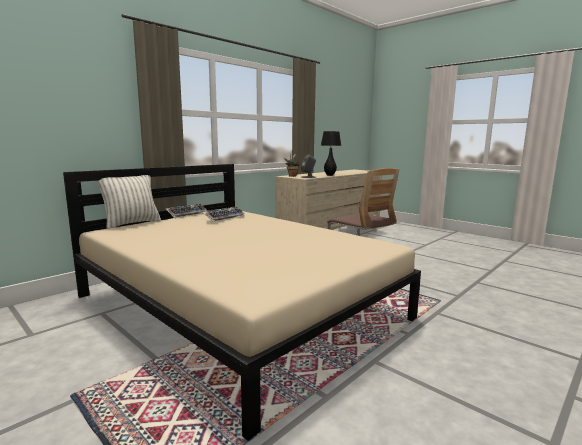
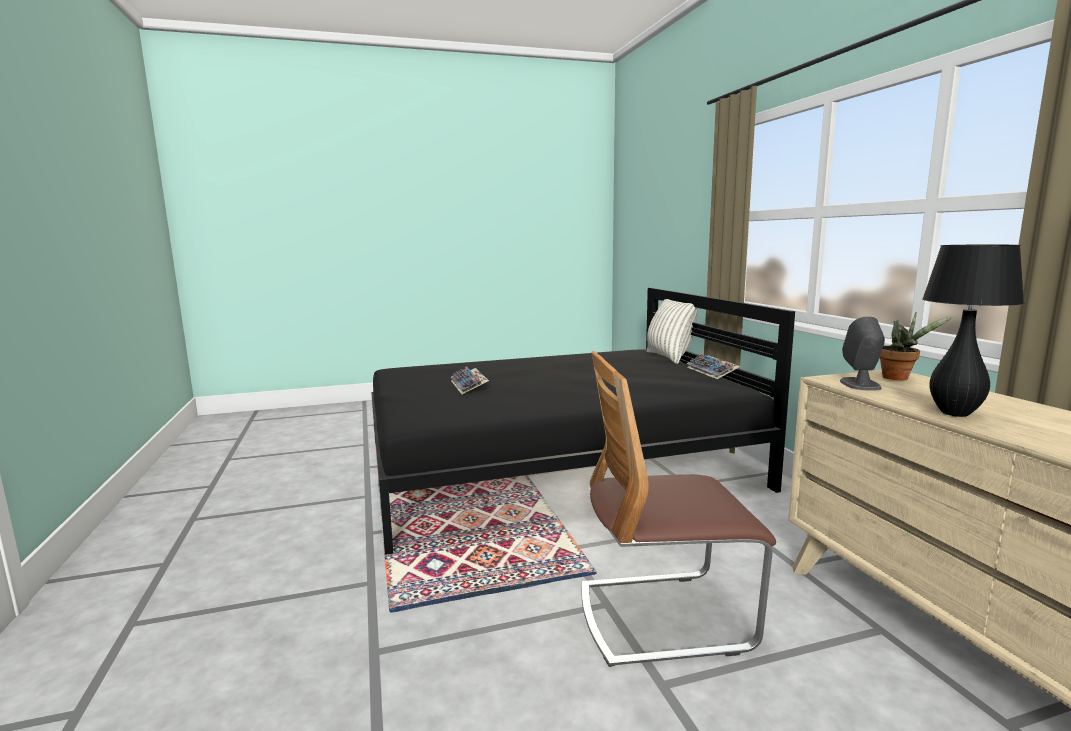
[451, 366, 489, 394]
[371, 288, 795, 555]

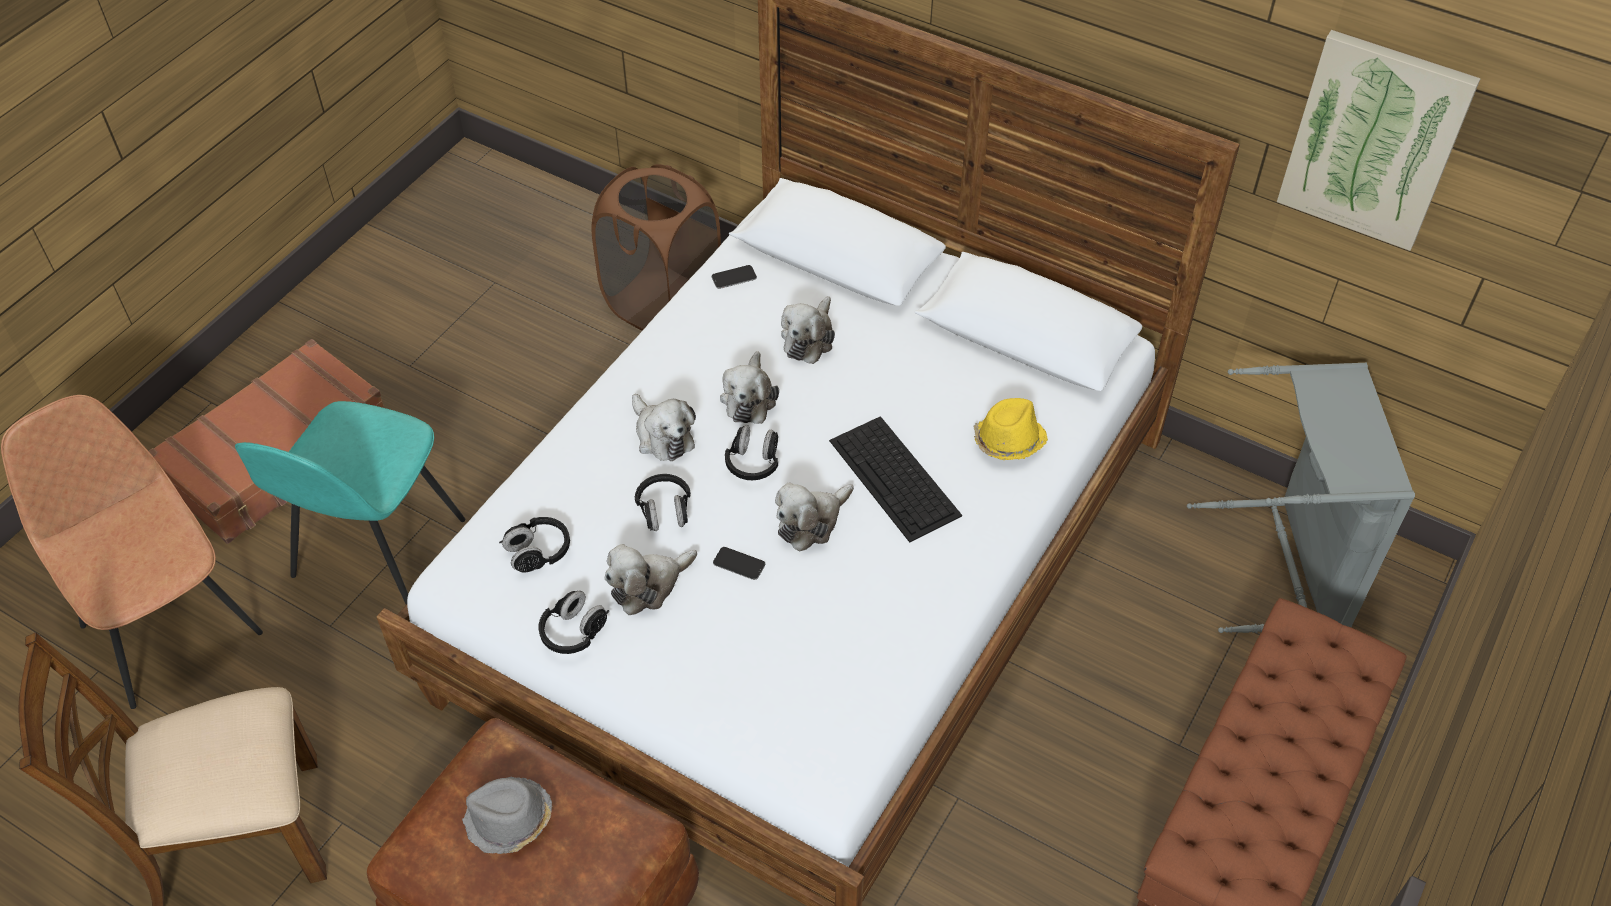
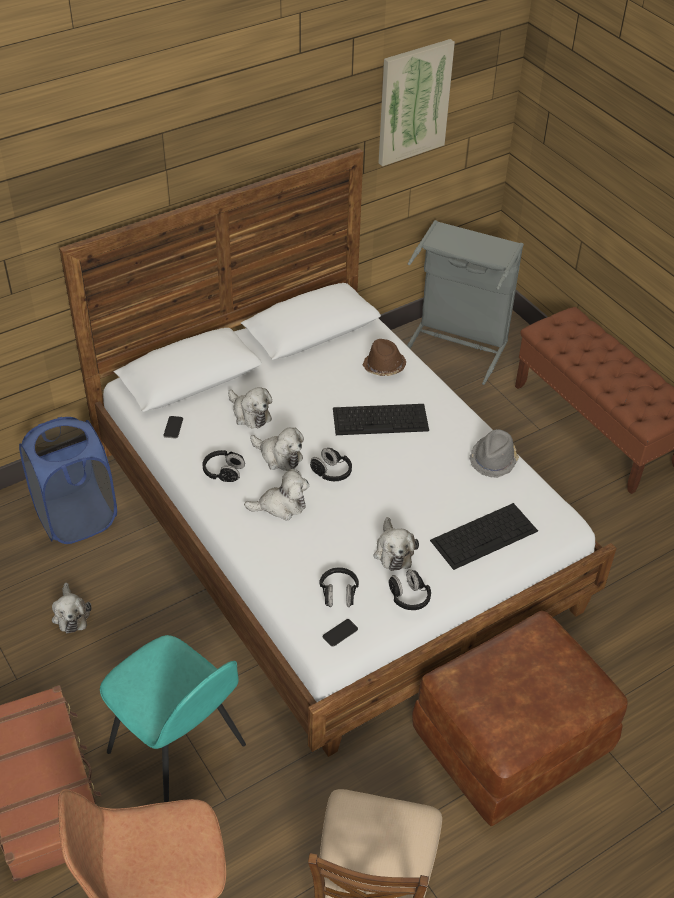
[430, 503, 538, 570]
[469, 429, 519, 478]
[202, 450, 245, 482]
[323, 619, 358, 647]
[52, 583, 91, 633]
[19, 417, 117, 544]
[362, 339, 406, 376]

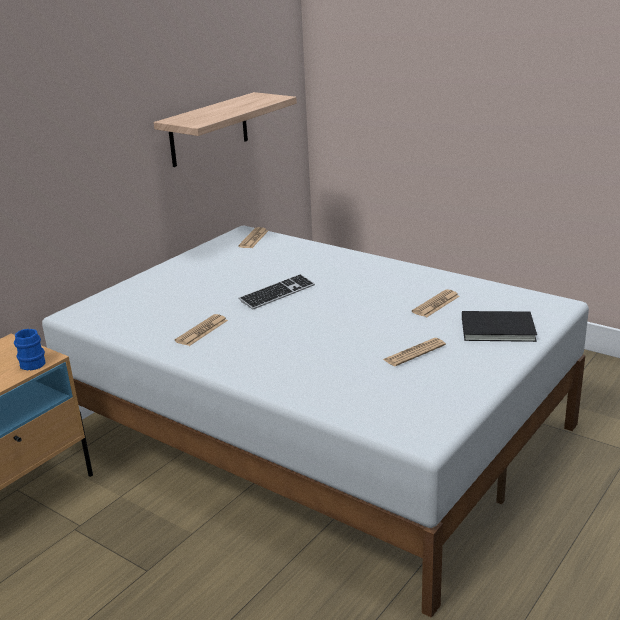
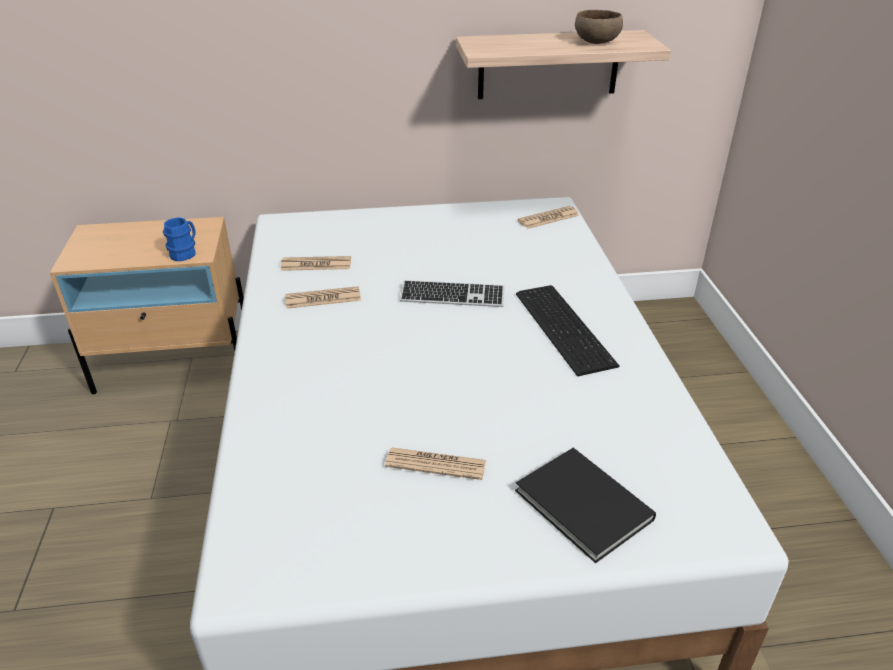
[516, 285, 620, 377]
[575, 10, 623, 44]
[281, 256, 351, 271]

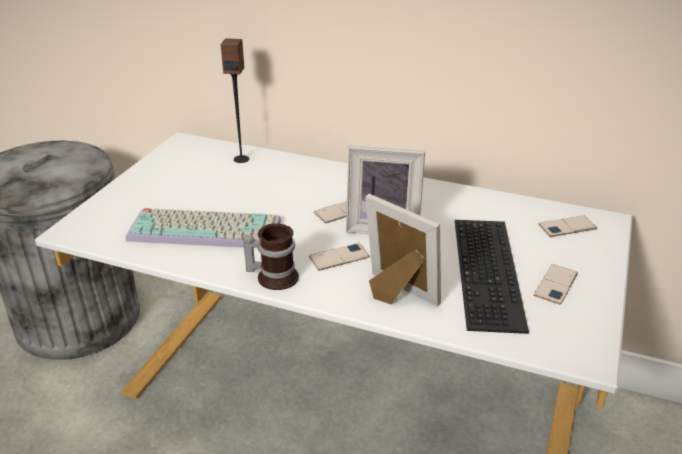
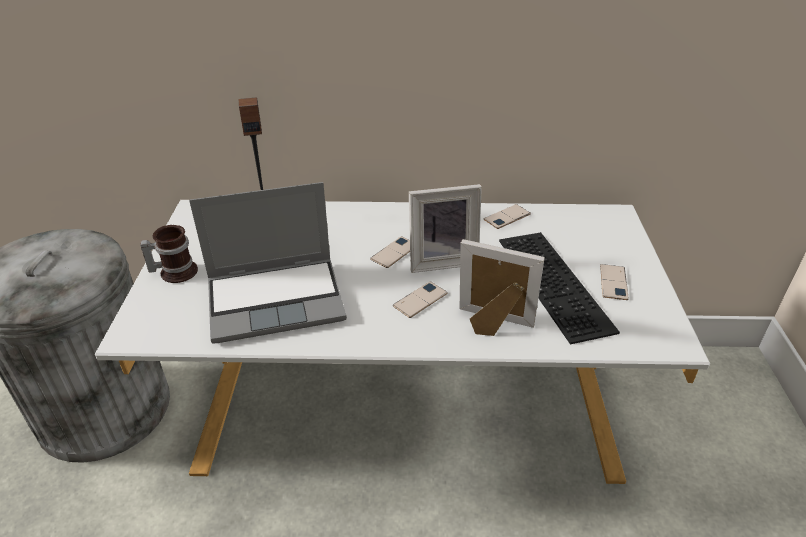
[140, 225, 198, 283]
[484, 204, 531, 229]
[189, 182, 347, 343]

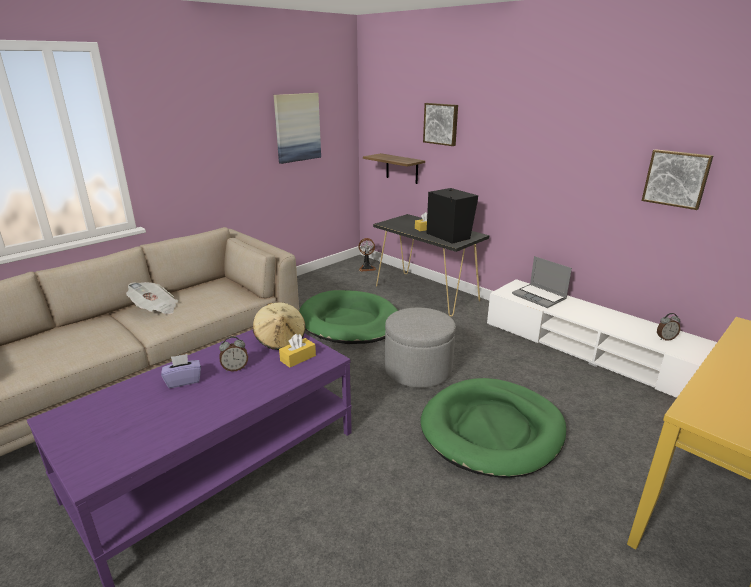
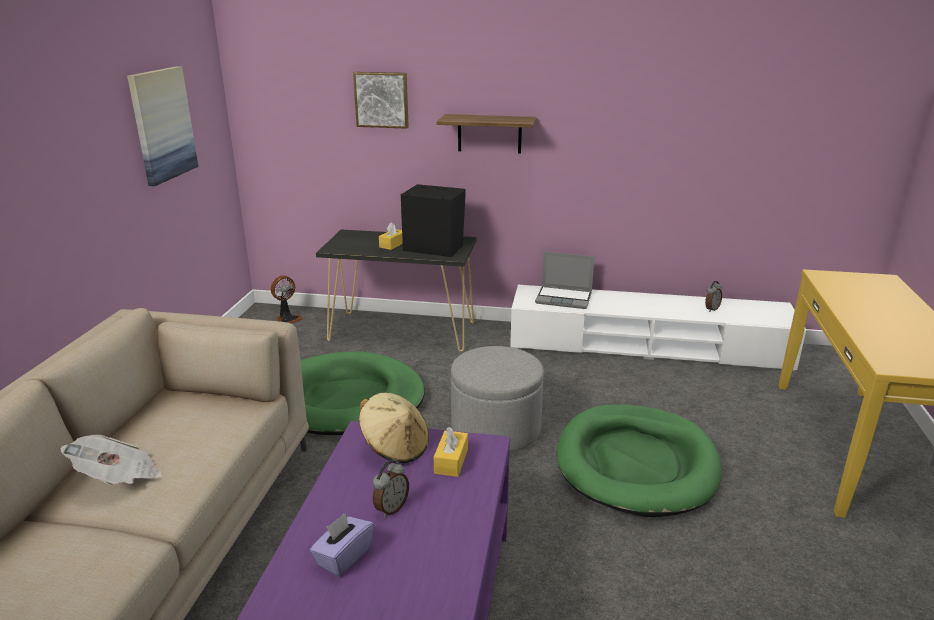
[642, 149, 713, 210] (first image)
[437, 114, 536, 154]

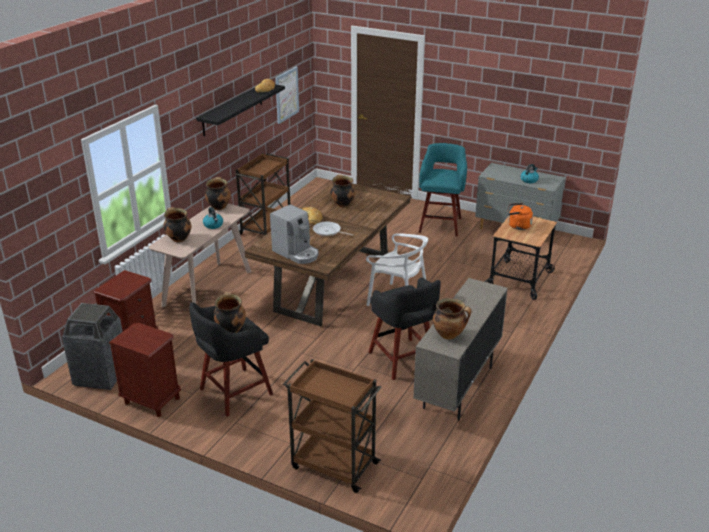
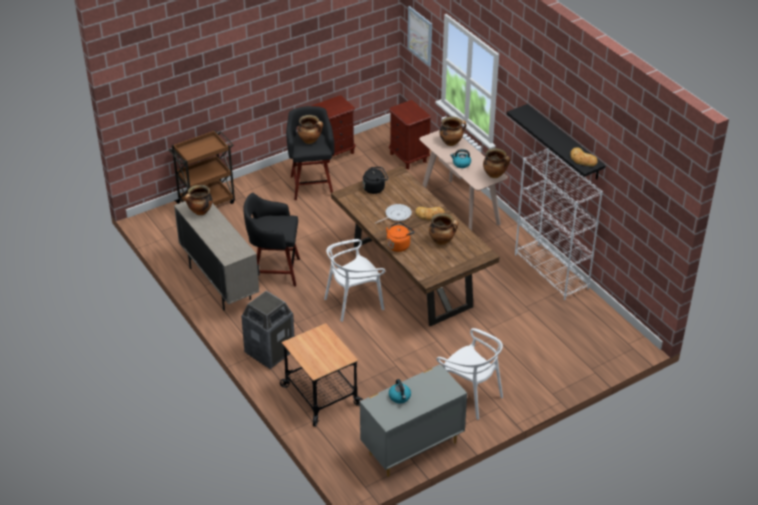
[241, 291, 294, 369]
[407, 6, 432, 67]
[386, 222, 415, 252]
[515, 148, 603, 300]
[363, 167, 388, 194]
[436, 328, 503, 420]

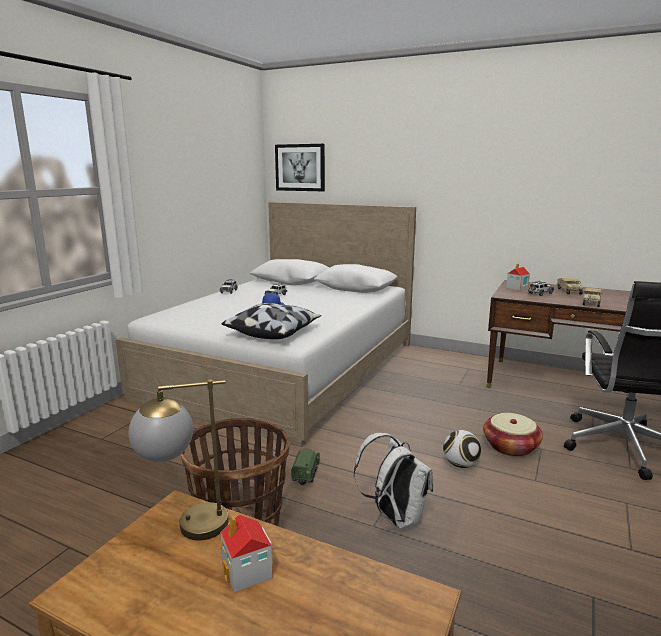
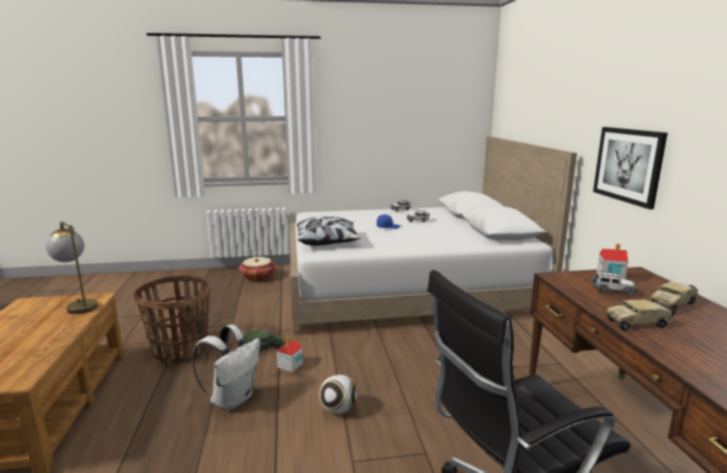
[277, 337, 303, 372]
[593, 127, 668, 209]
[239, 257, 275, 281]

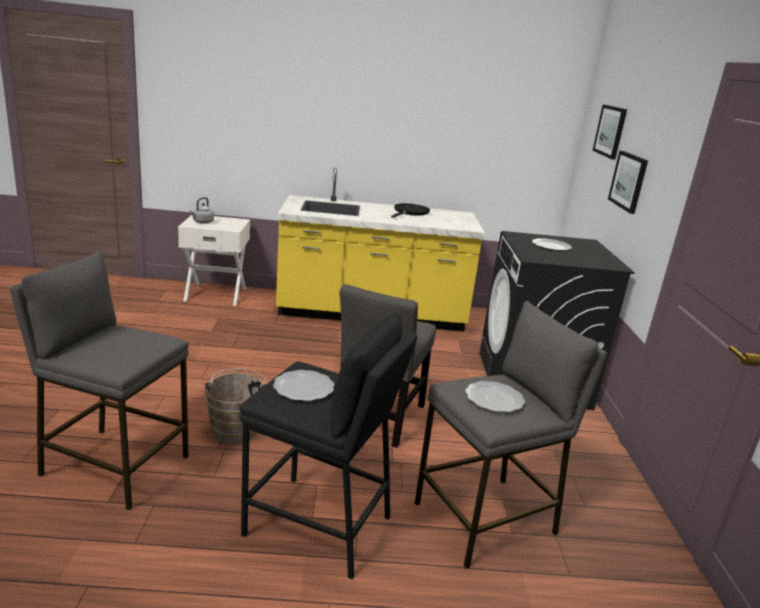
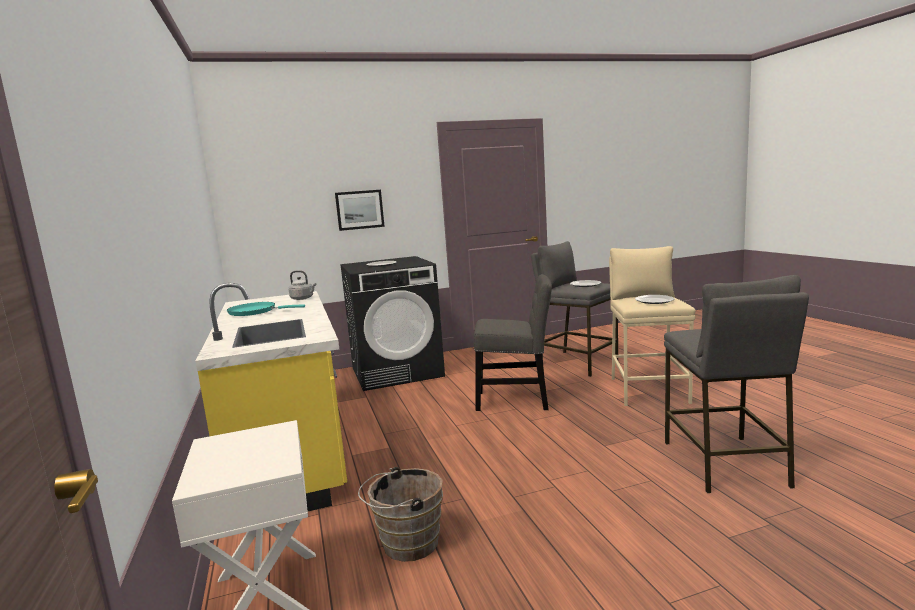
[592, 105, 627, 160] (first image)
[289, 270, 316, 300]
[358, 467, 443, 562]
[609, 246, 696, 406]
[227, 302, 305, 316]

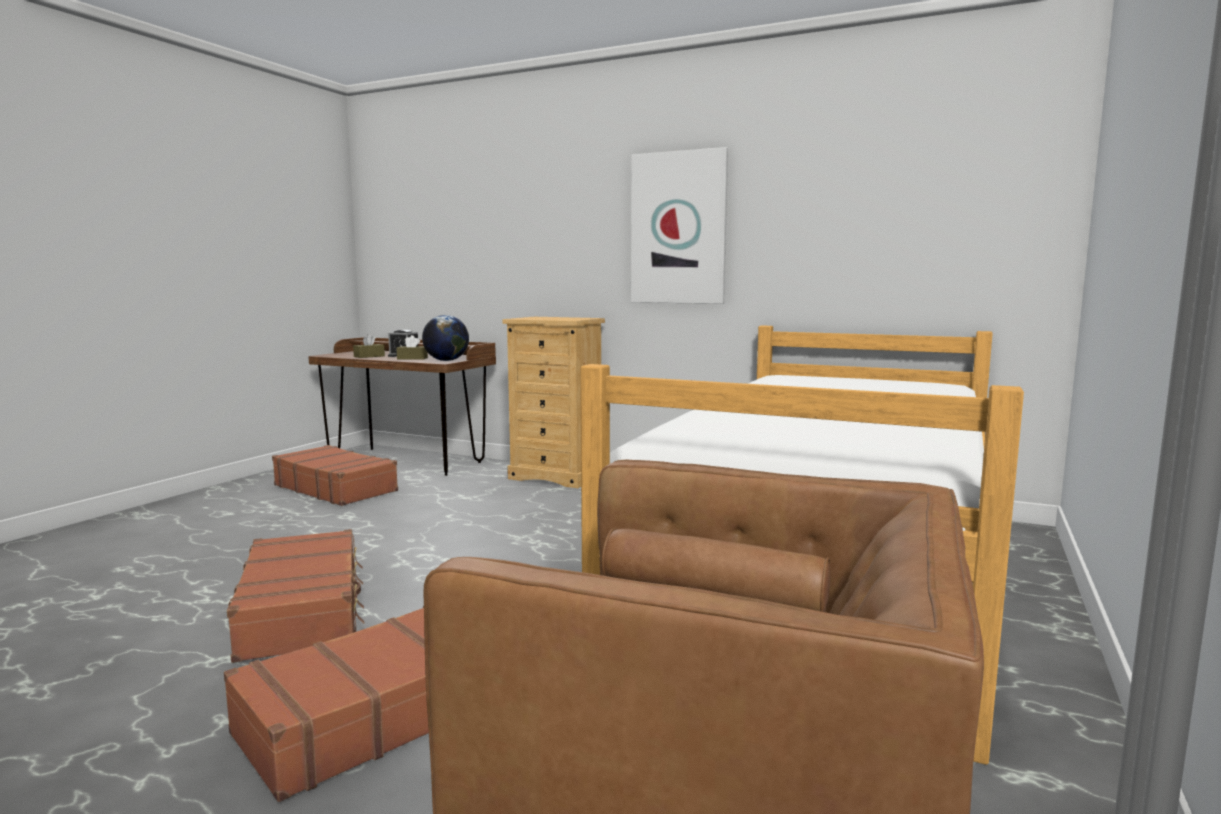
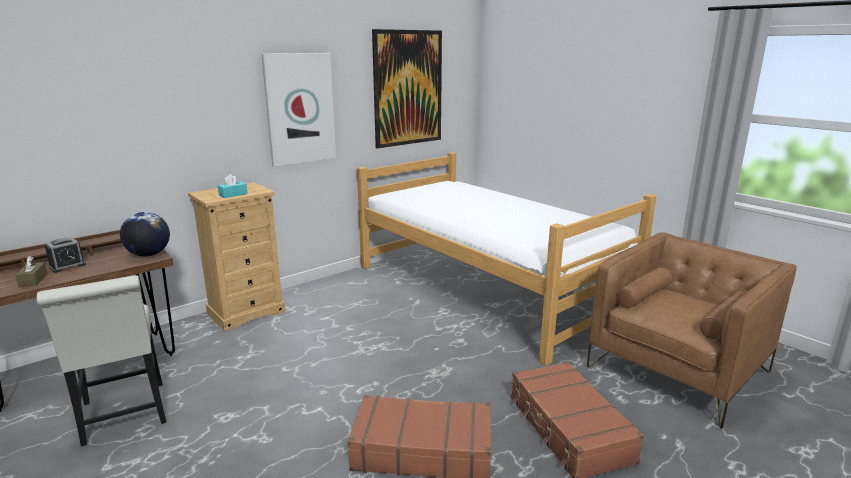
[396, 335, 428, 360] (first image)
[218, 174, 247, 198]
[372, 29, 442, 148]
[37, 275, 166, 446]

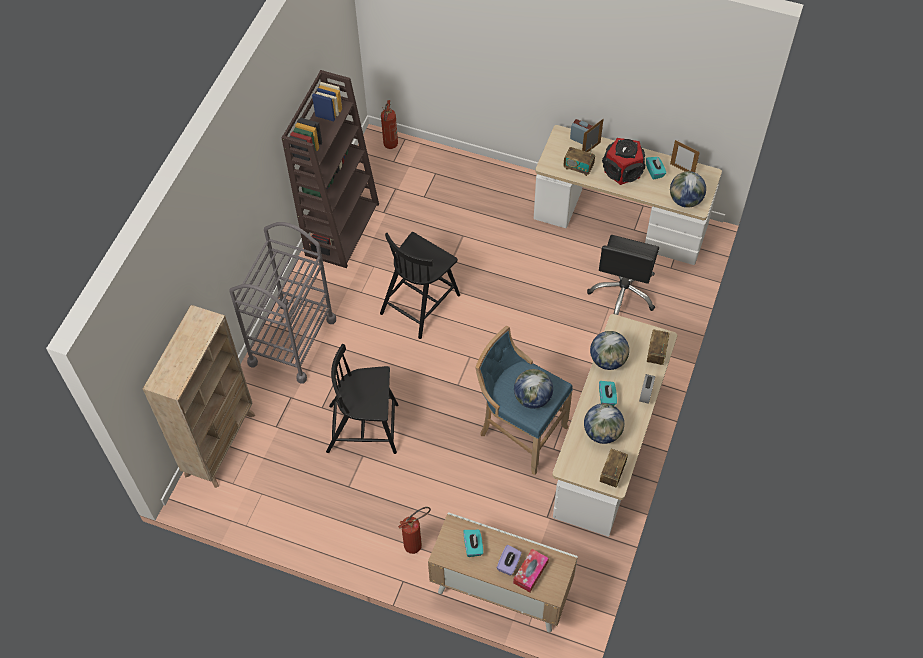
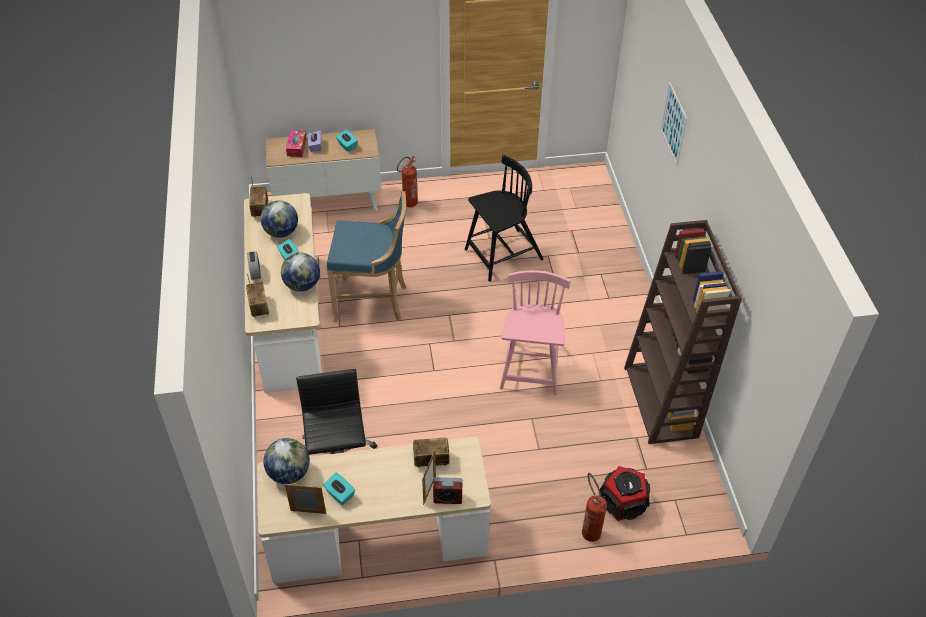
[143, 305, 255, 488] (first image)
[229, 222, 336, 383] (first image)
[514, 369, 553, 409] (first image)
[660, 82, 687, 166]
[582, 473, 607, 542]
[600, 466, 650, 521]
[500, 270, 570, 396]

